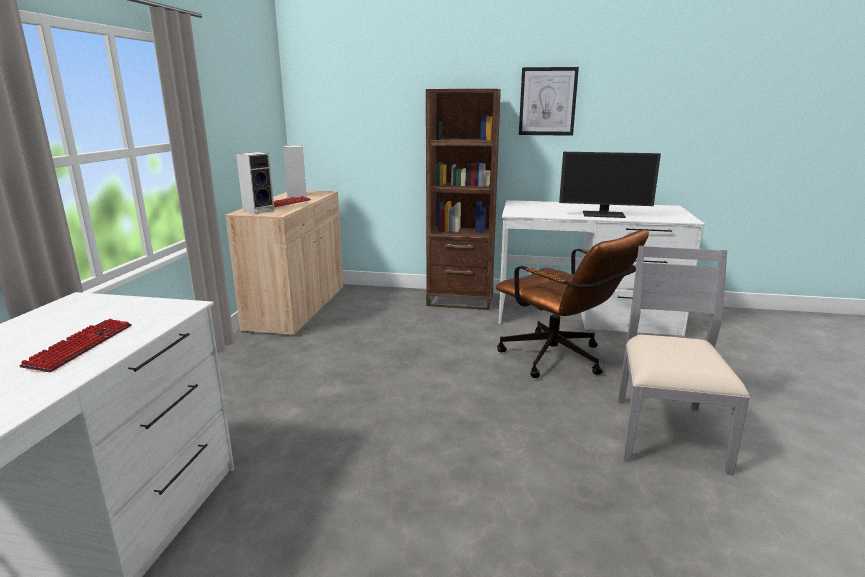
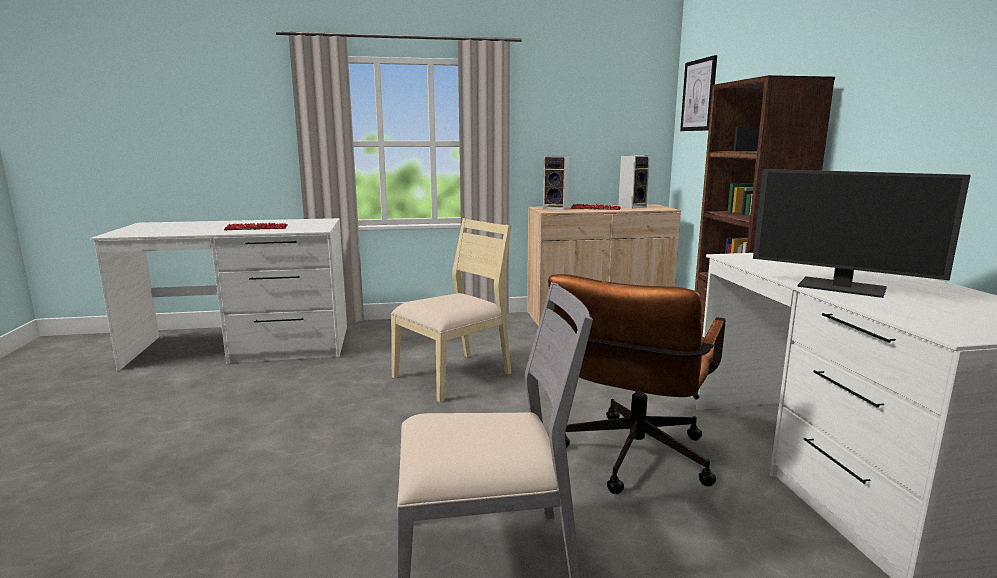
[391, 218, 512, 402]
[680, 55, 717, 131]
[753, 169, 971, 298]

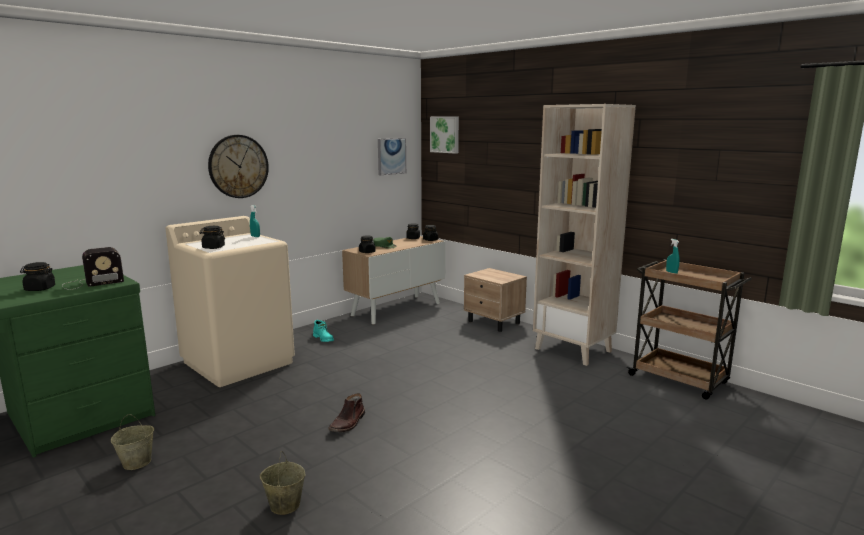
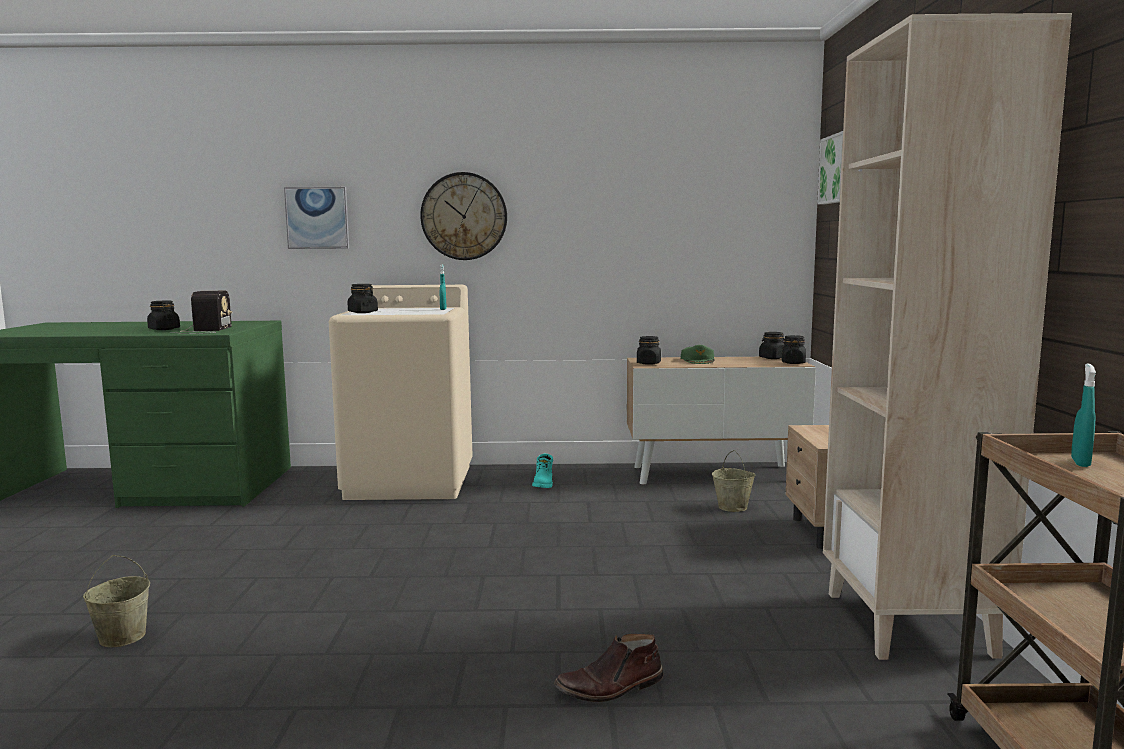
[712, 450, 755, 512]
[554, 634, 663, 702]
[284, 187, 349, 249]
[177, 291, 233, 334]

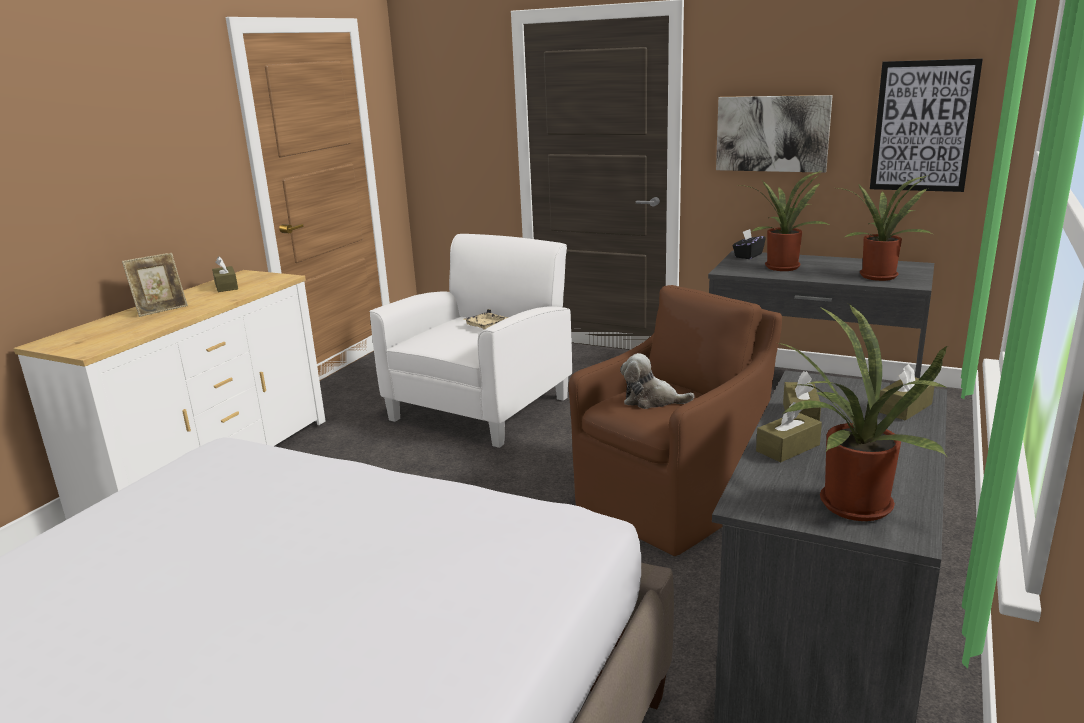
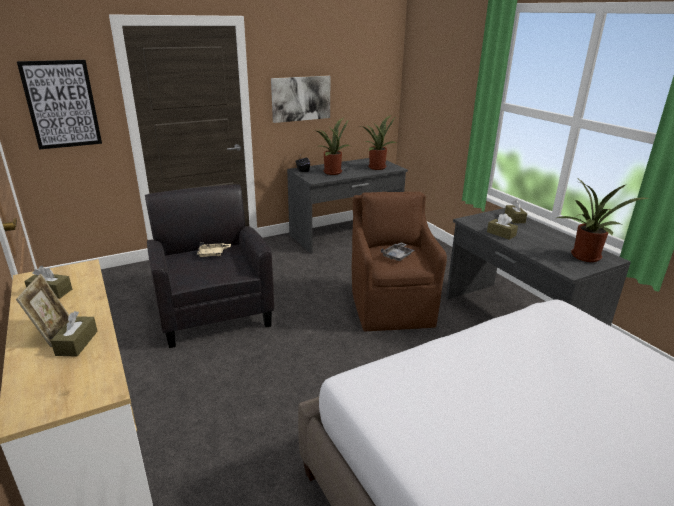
[51, 311, 98, 357]
[17, 60, 102, 150]
[381, 242, 415, 261]
[145, 184, 274, 348]

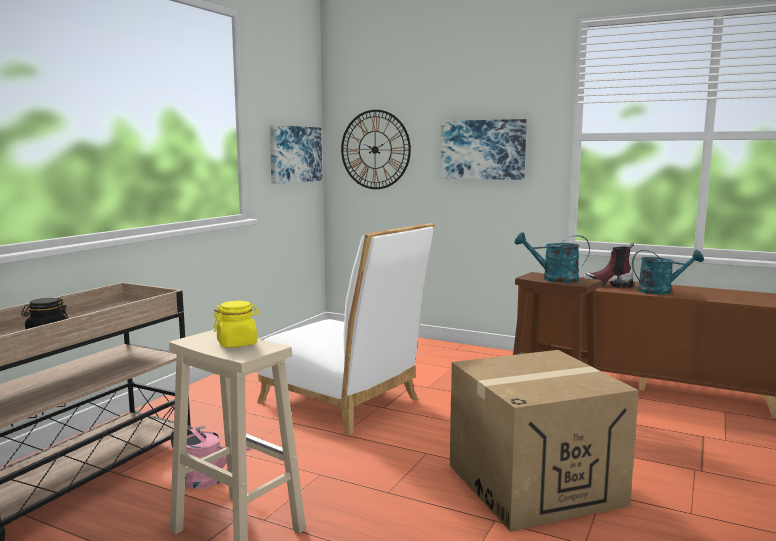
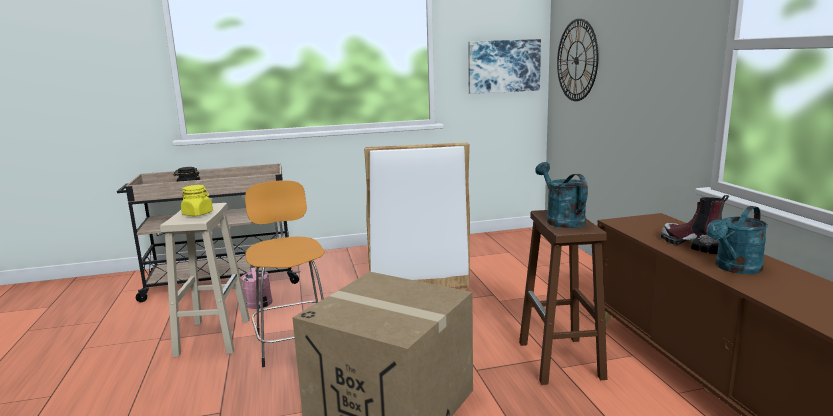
[441, 119, 527, 180] (first image)
[245, 180, 325, 367]
[706, 206, 768, 274]

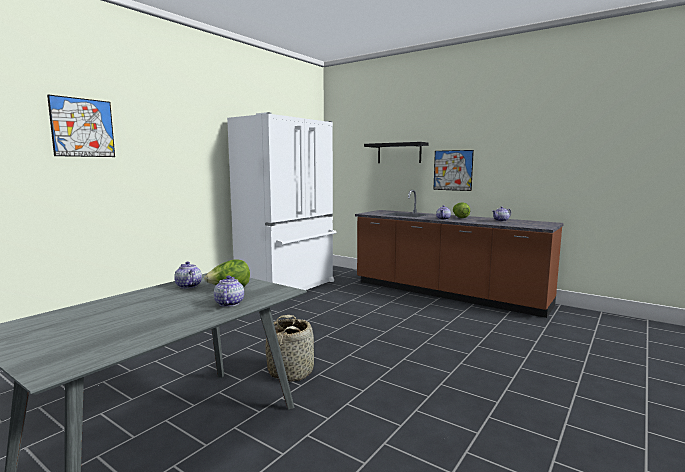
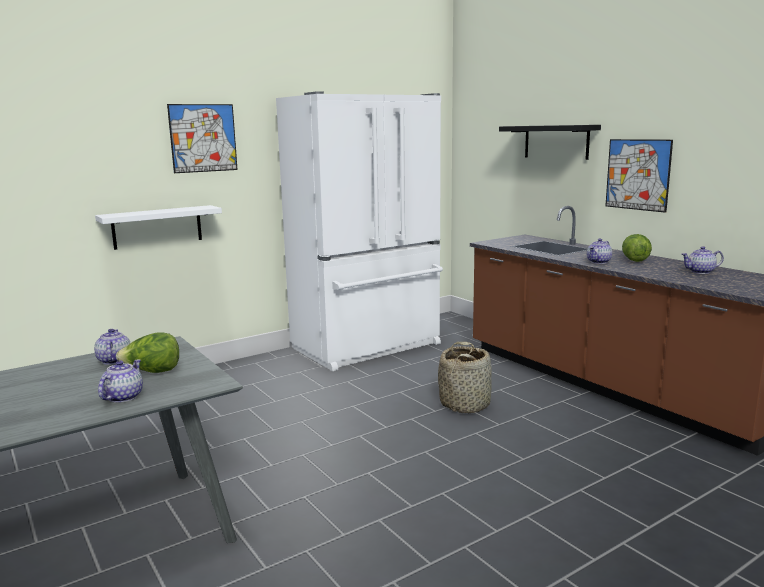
[95, 205, 222, 250]
[167, 104, 238, 173]
[438, 342, 492, 413]

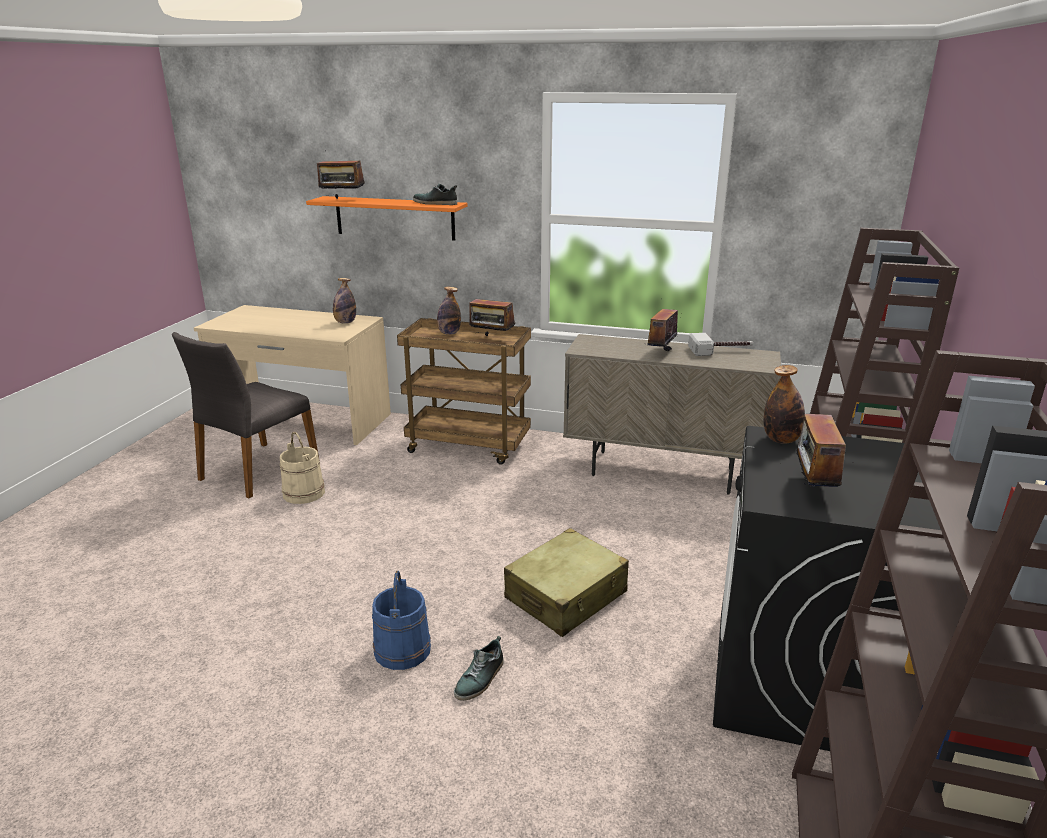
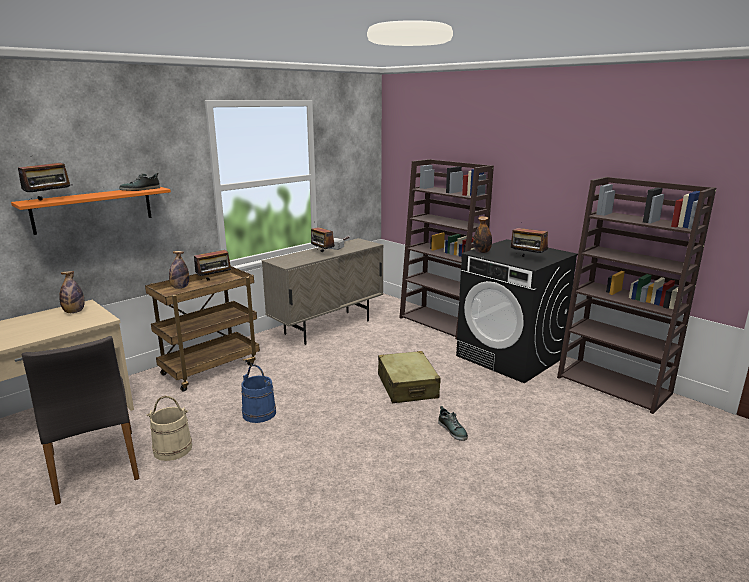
[241, 364, 276, 423]

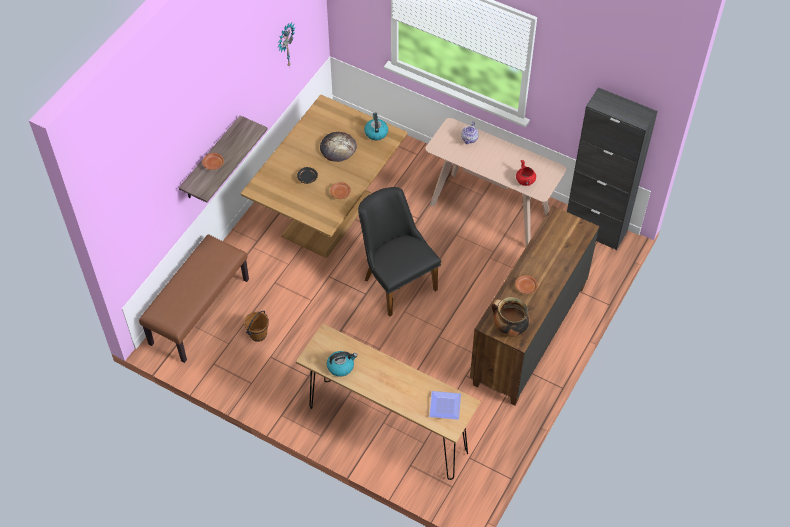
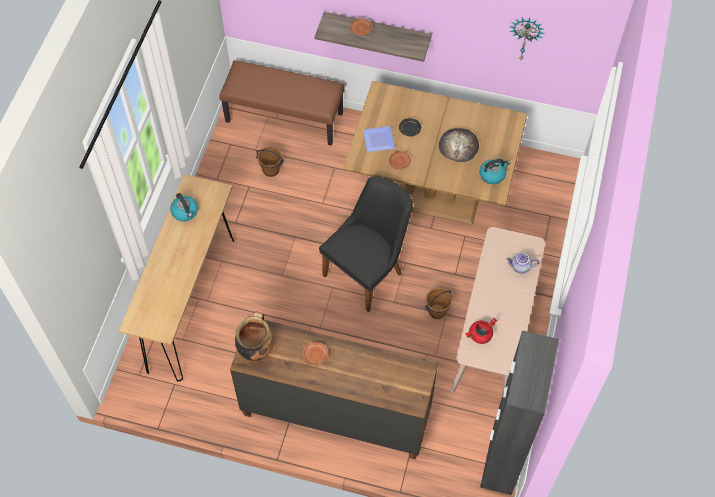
[425, 288, 452, 319]
[363, 126, 395, 152]

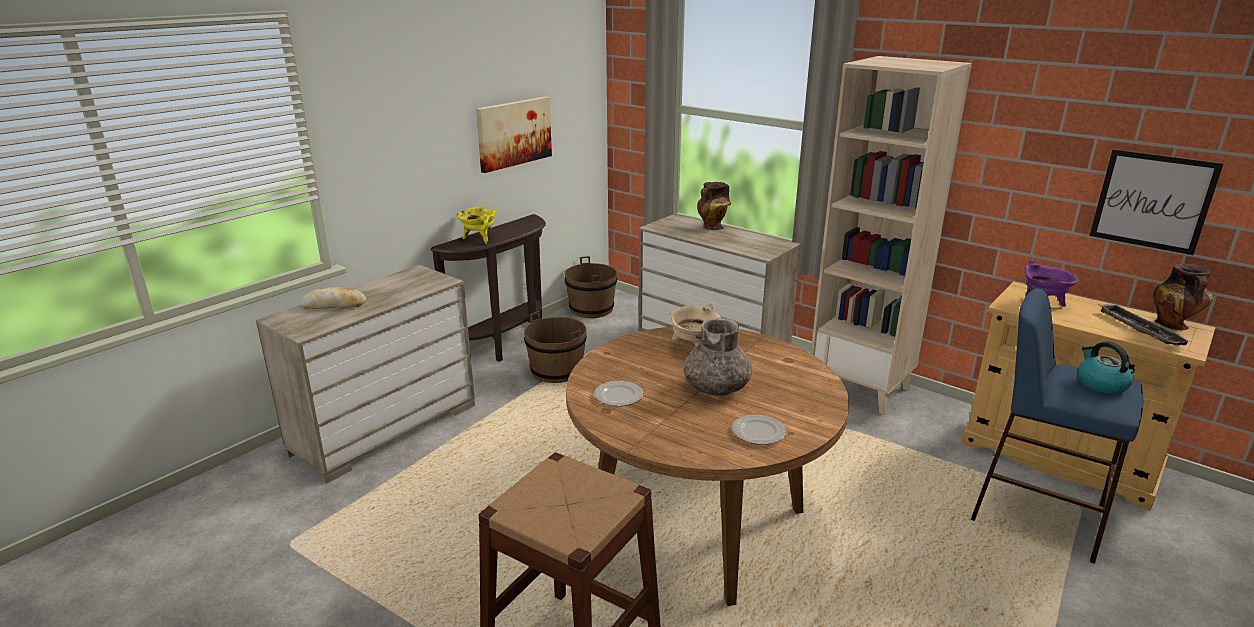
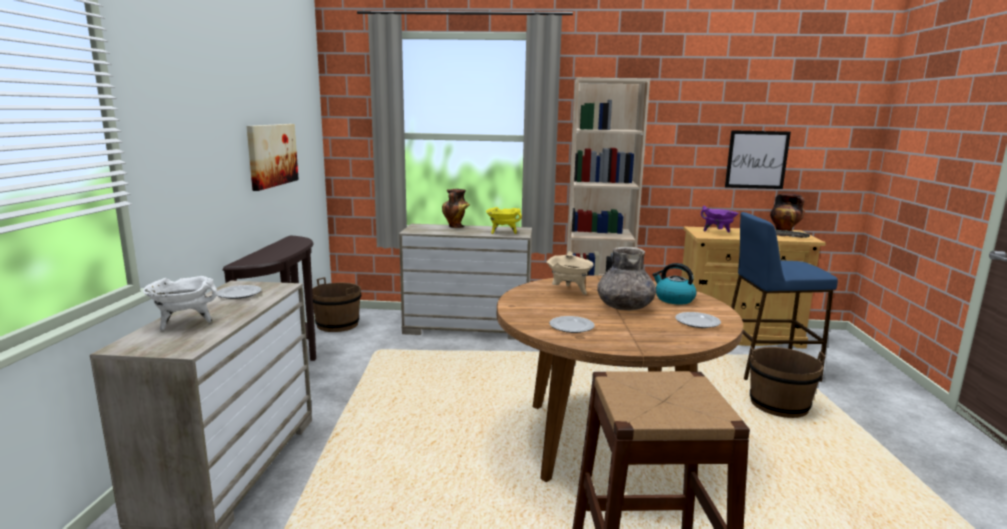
[217, 285, 262, 299]
[486, 207, 522, 234]
[749, 346, 826, 418]
[652, 263, 697, 305]
[143, 276, 217, 330]

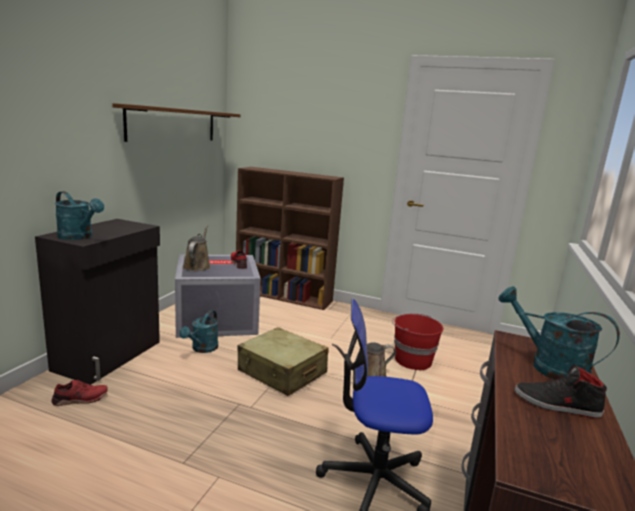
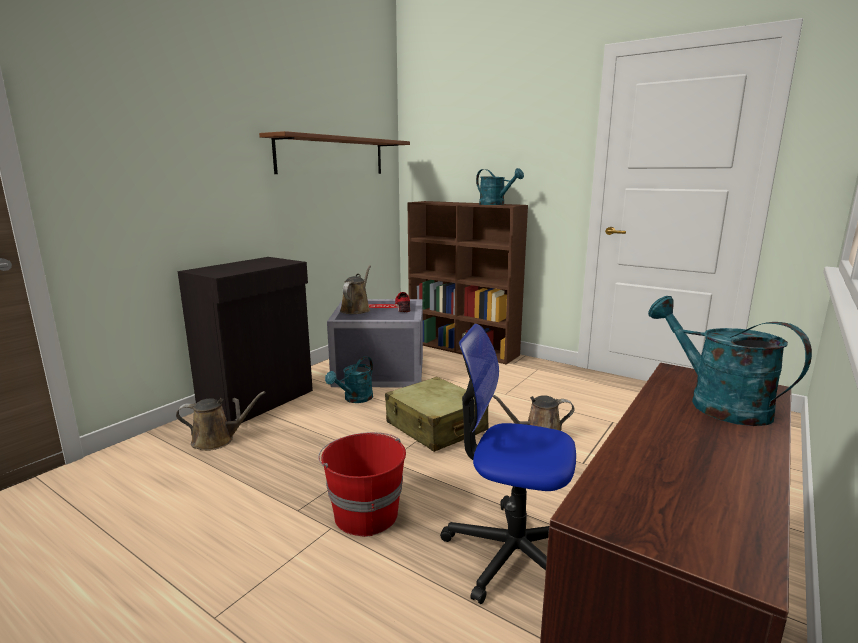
[515, 364, 607, 418] (first image)
[476, 168, 524, 205]
[318, 432, 406, 537]
[176, 391, 266, 451]

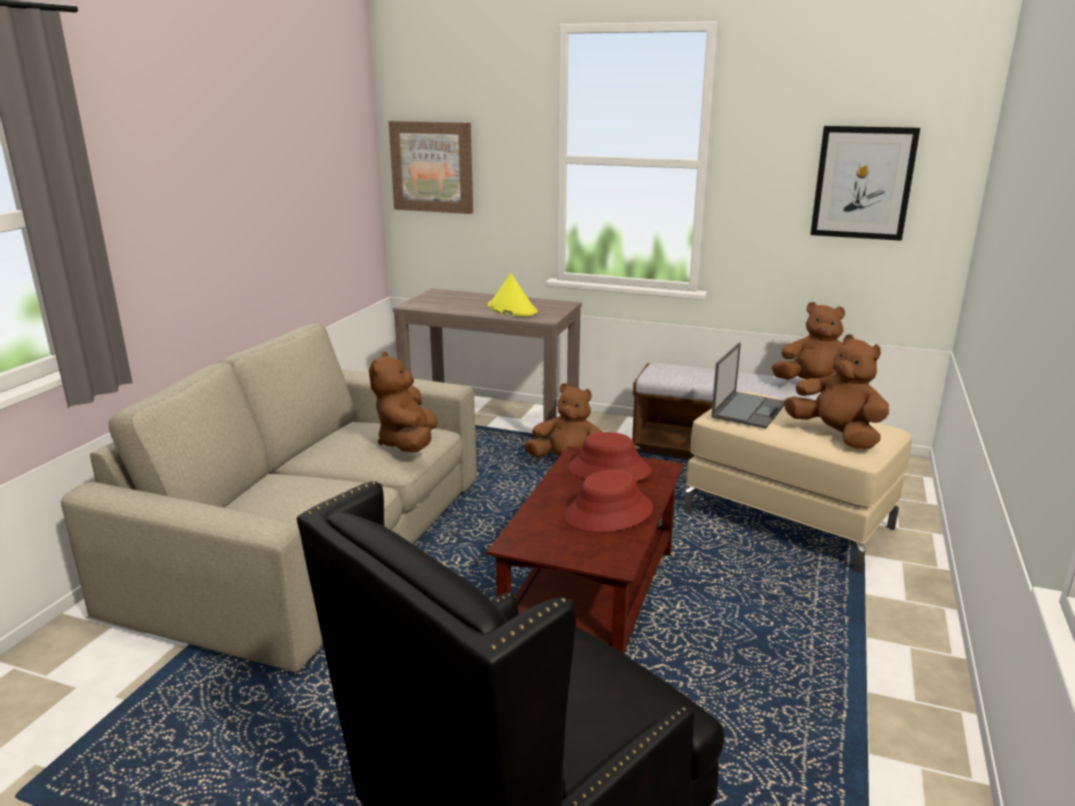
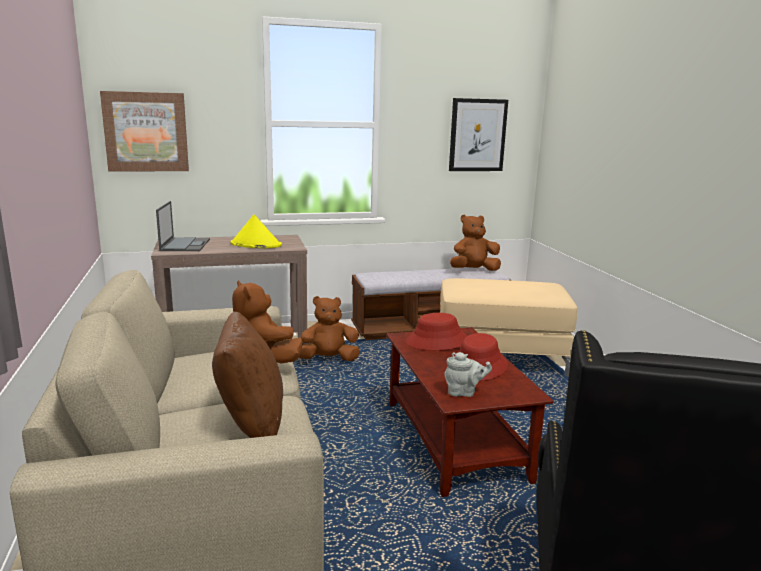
[784, 335, 889, 449] (first image)
[212, 312, 283, 438]
[444, 352, 492, 397]
[156, 201, 210, 251]

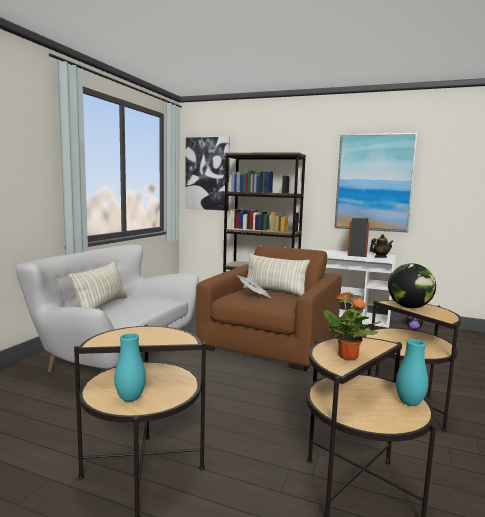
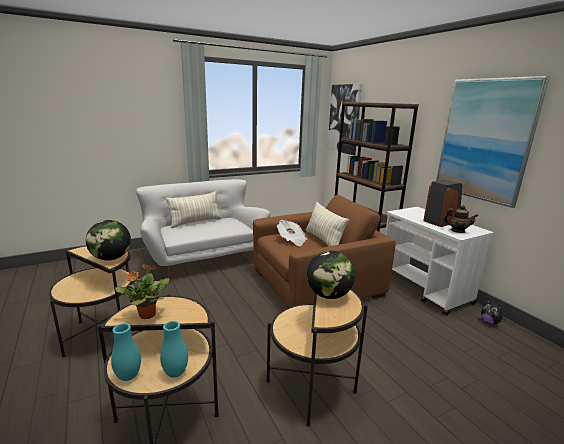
[86, 220, 131, 260]
[111, 323, 141, 381]

